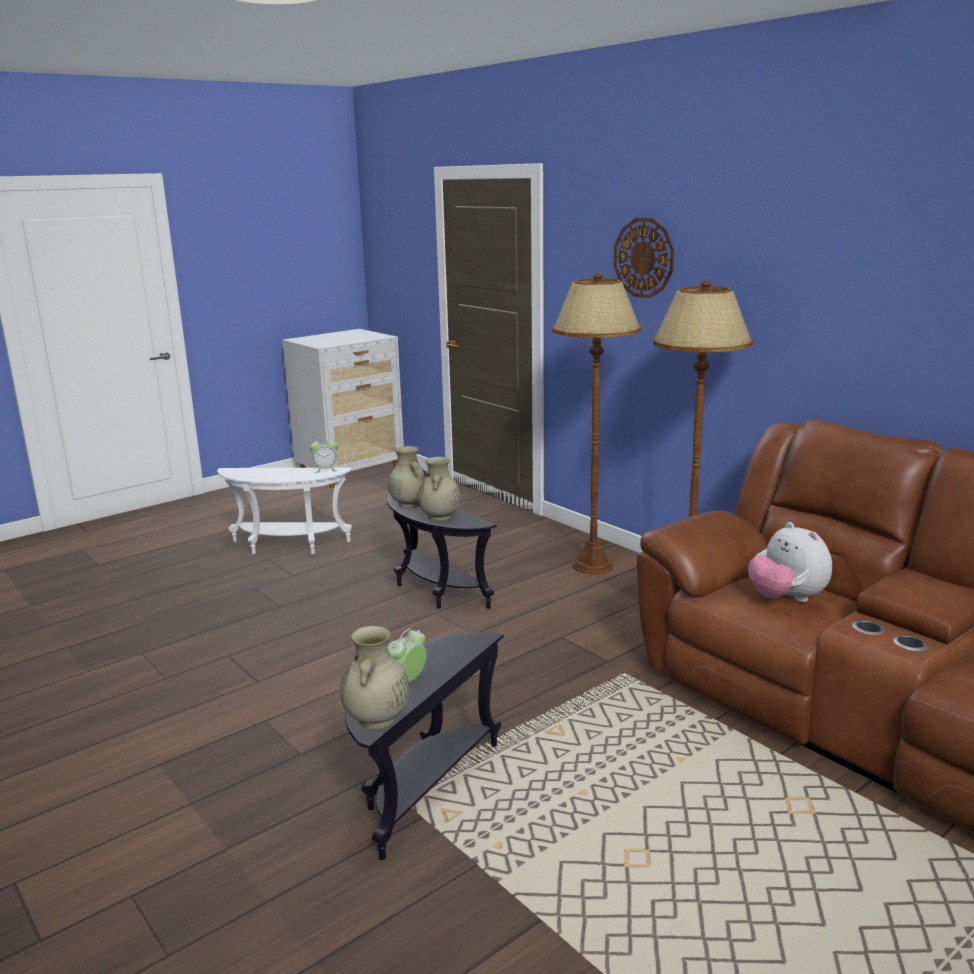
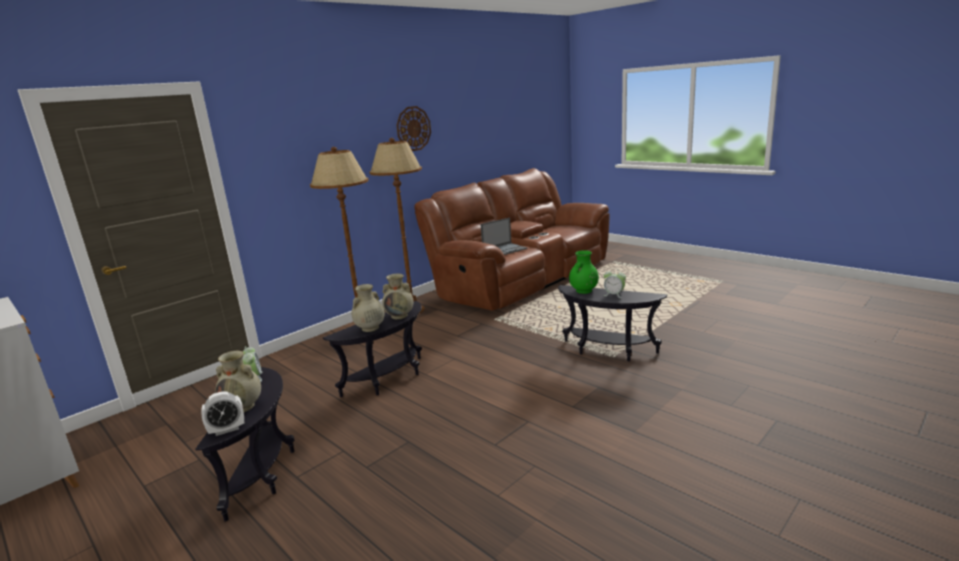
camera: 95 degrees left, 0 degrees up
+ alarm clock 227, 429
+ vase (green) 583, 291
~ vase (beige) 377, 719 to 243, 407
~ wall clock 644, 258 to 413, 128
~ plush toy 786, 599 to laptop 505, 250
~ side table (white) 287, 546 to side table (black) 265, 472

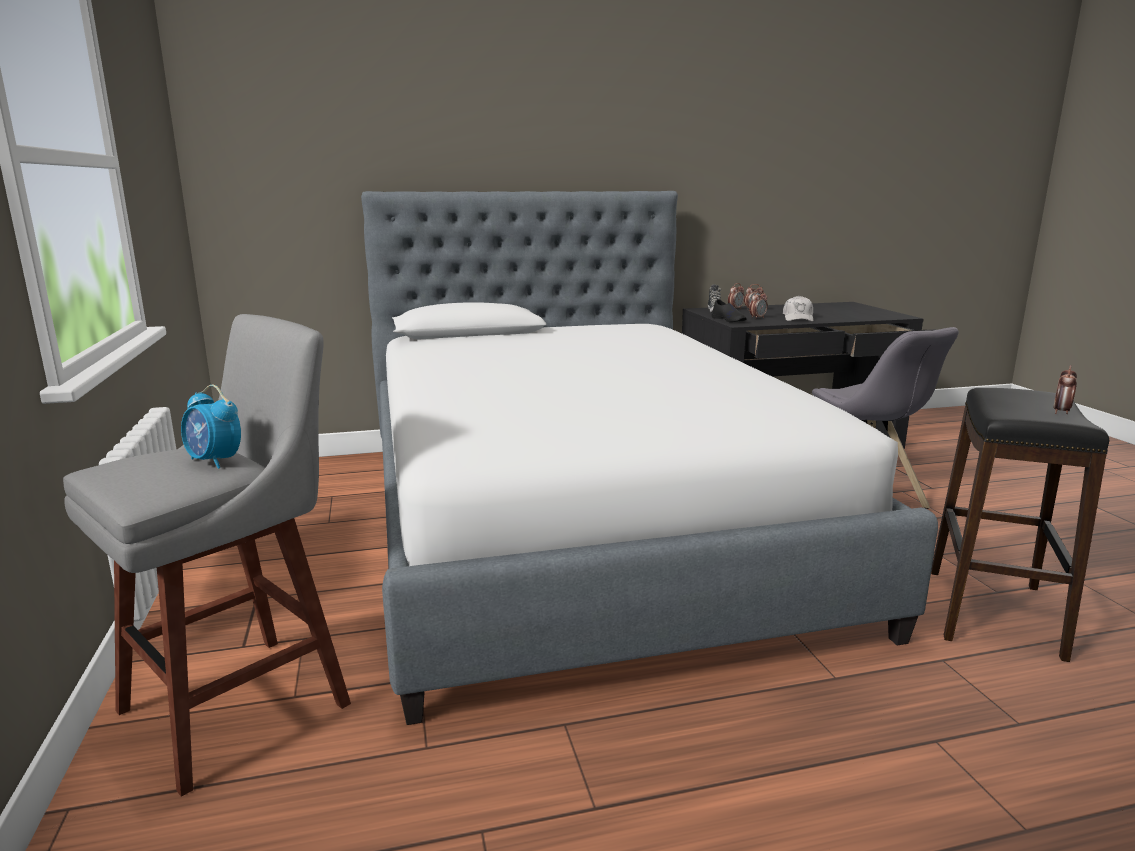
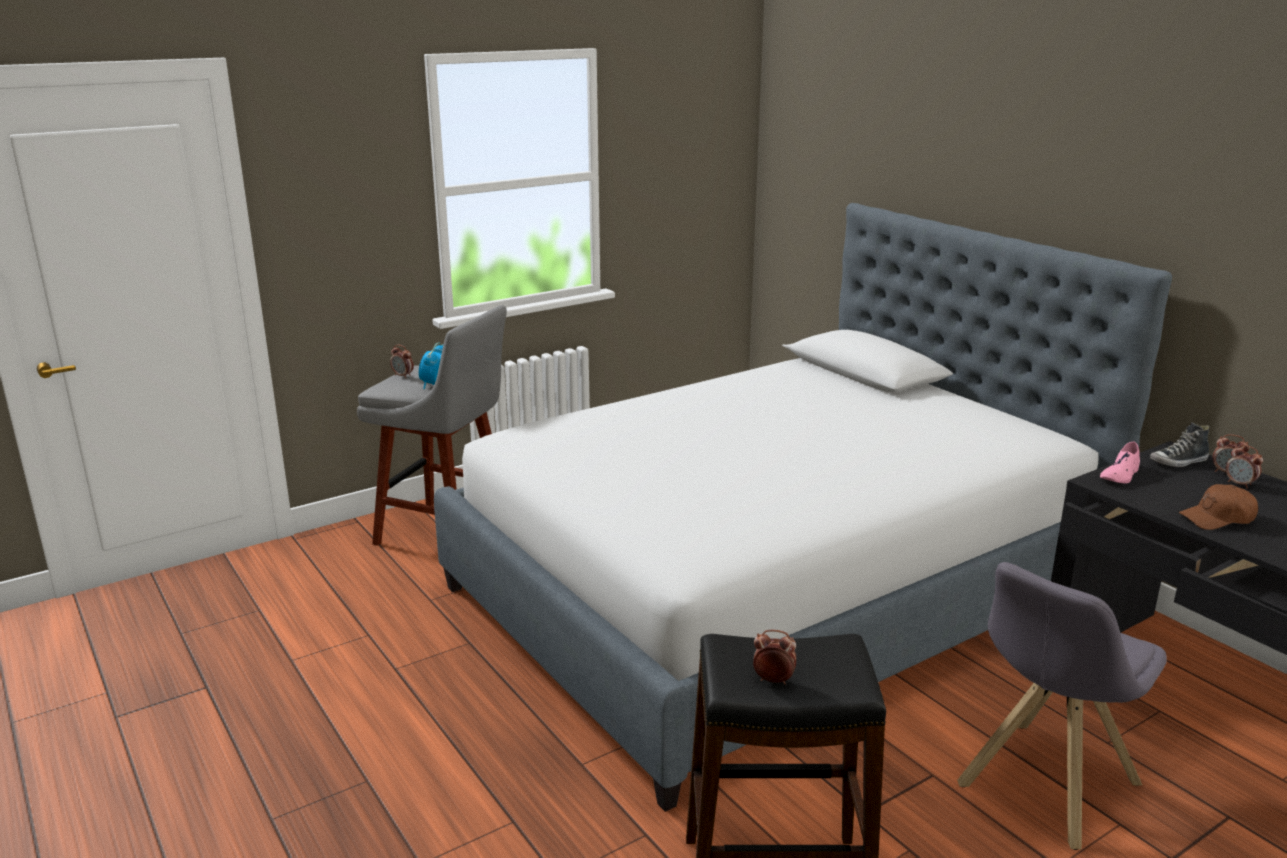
camera: 70 degrees right, 5 degrees up
~ alarm clock 757, 318 to 403, 376
~ shoe (black) 729, 320 to shoe (pink) 1120, 475
~ cap (white) 798, 318 to cap (brown) 1218, 518

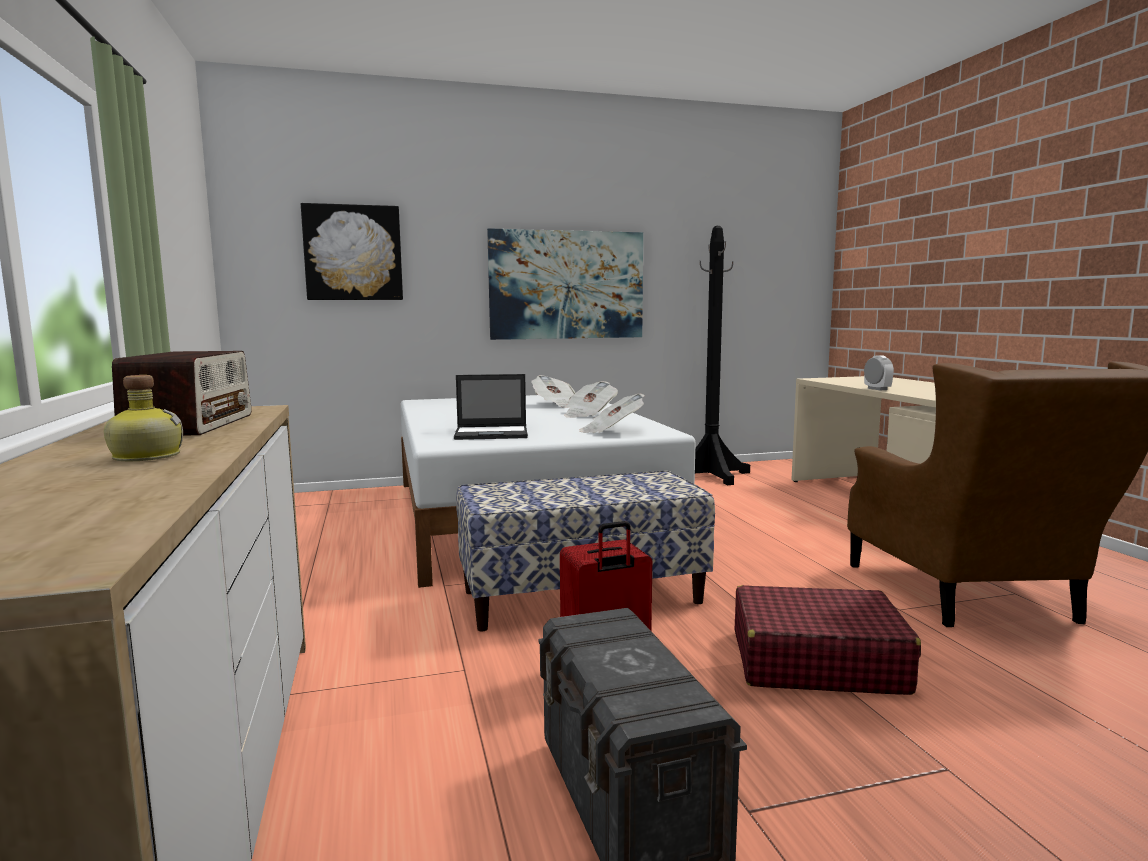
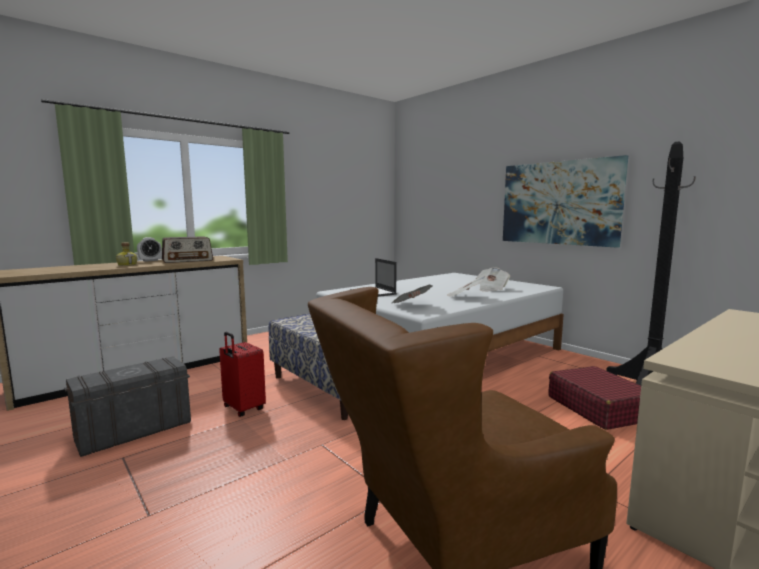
camera: 65 degrees right, 0 degrees up
- picture 353, 253
~ suitcase (red) 816, 661 to 598, 408
~ alarm clock 877, 389 to 150, 260

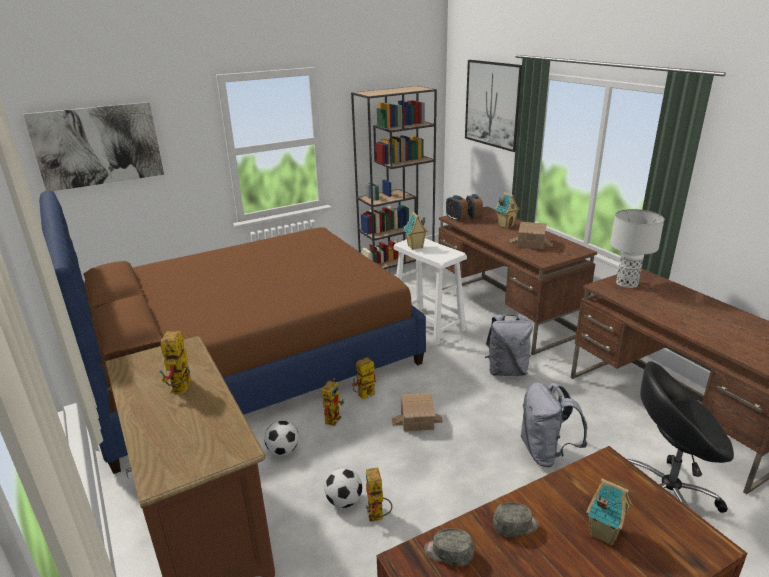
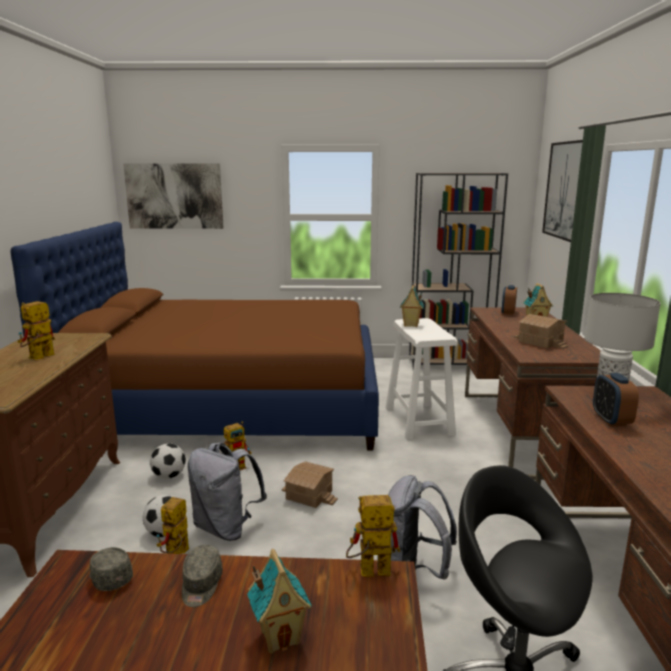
camera: 30 degrees right, 10 degrees down
~ toy robot 364, 396 to 368, 572
~ alarm clock 456, 219 to 611, 420
~ backpack (grey) 506, 370 to 226, 528
~ cap (grey) 515, 526 = 201, 585 75 degrees clockwise

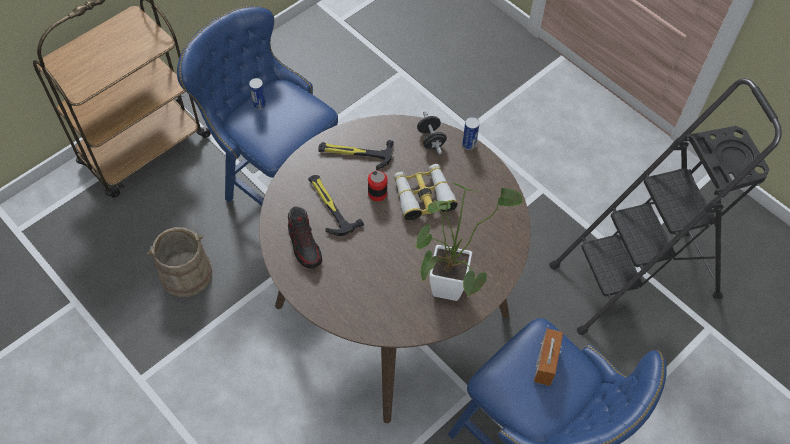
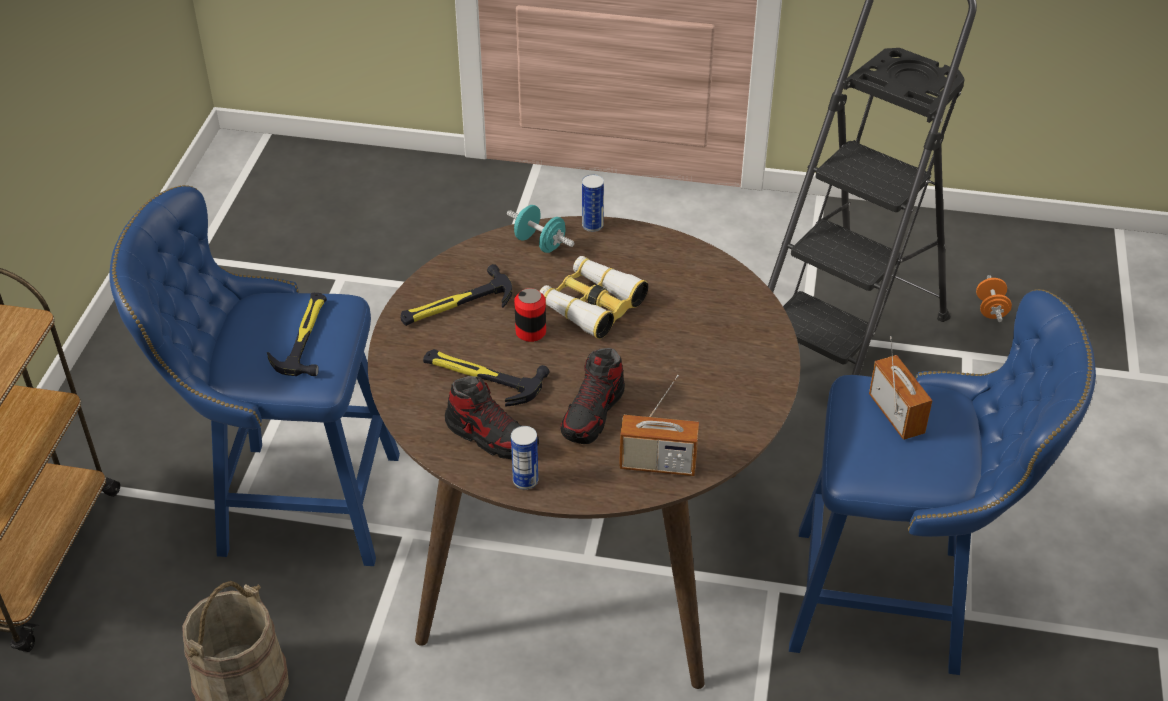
camera: 35 degrees left, 15 degrees down
- potted plant 449, 281
+ hammer 304, 336
+ shoe 593, 413
+ radio 657, 464
+ dumbbell (orange) 991, 309
~ can 259, 105 to 525, 481
~ dumbbell (black) 431, 140 to dumbbell (turquoise) 540, 243

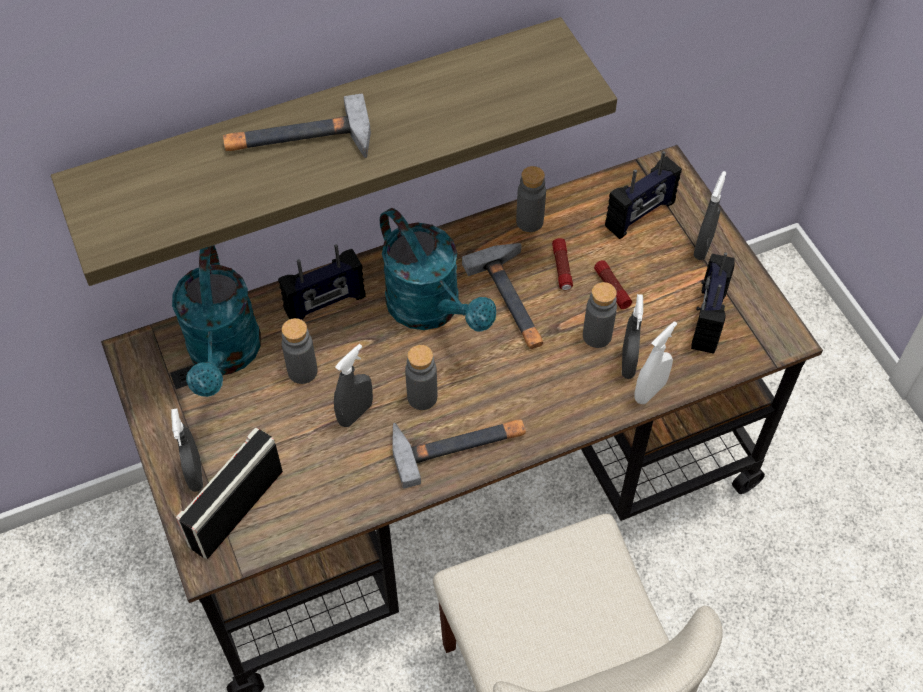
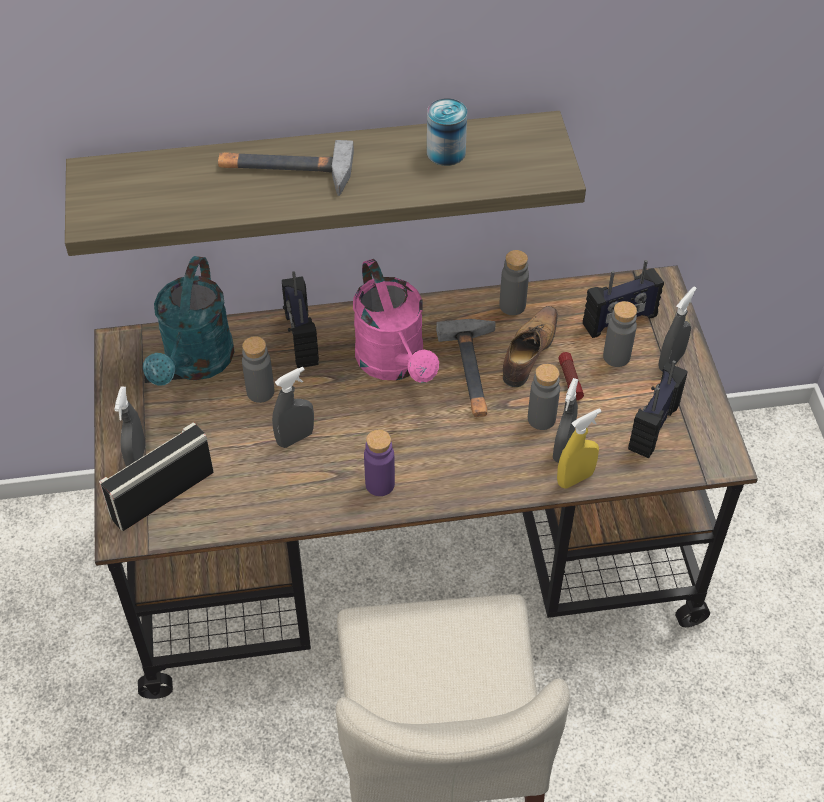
camera: 15 degrees right, 5 degrees down
+ can 446, 152
~ bottle (grey) 422, 397 to 616, 356
~ hammer 458, 443 to bottle (purple) 380, 484
~ flashlight 562, 268 to shoe 528, 353
~ watering can (turquoise) 432, 310 to watering can (pink) 395, 364
~ spray bottle (white) 650, 391 to spray bottle (yellow) 575, 478
~ radio 325, 304 = 300, 339 90 degrees clockwise

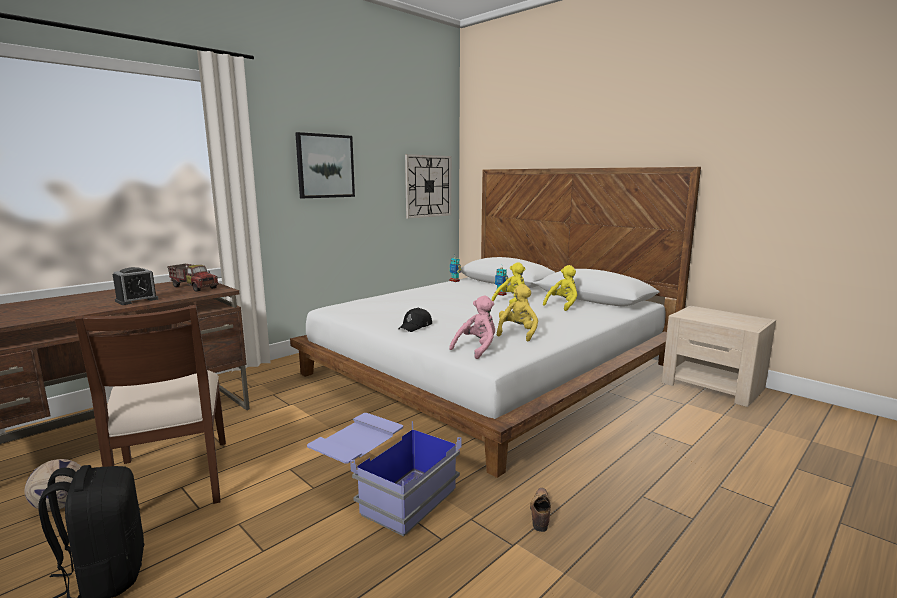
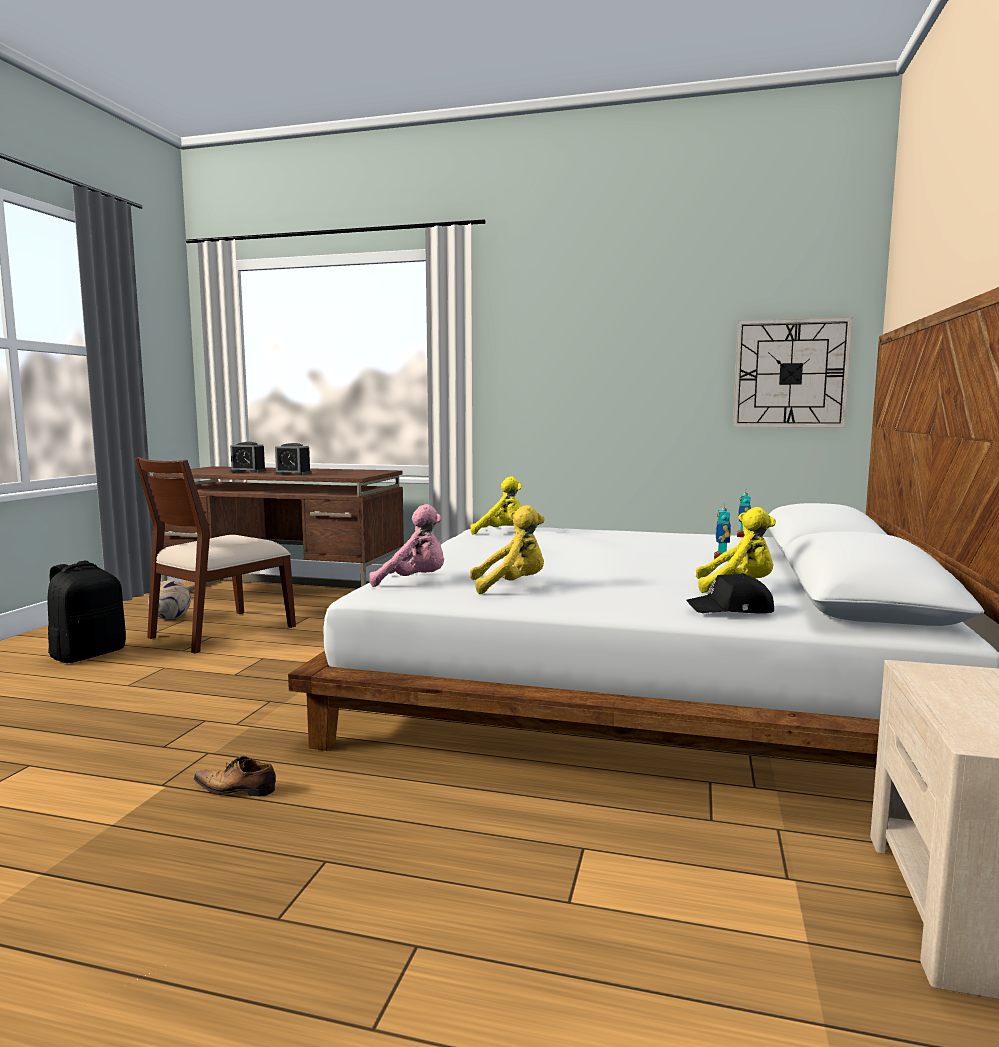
camera: 60 degrees right, 5 degrees down
- toy truck 194, 287
- picture 325, 166
- storage box (blue) 384, 491
+ alarm clock 248, 471
~ cap (black) 416, 326 to 732, 610
~ plush toy (yellow) 512, 301 to 501, 532
~ shoe 540, 513 = 236, 789 150 degrees counterclockwise

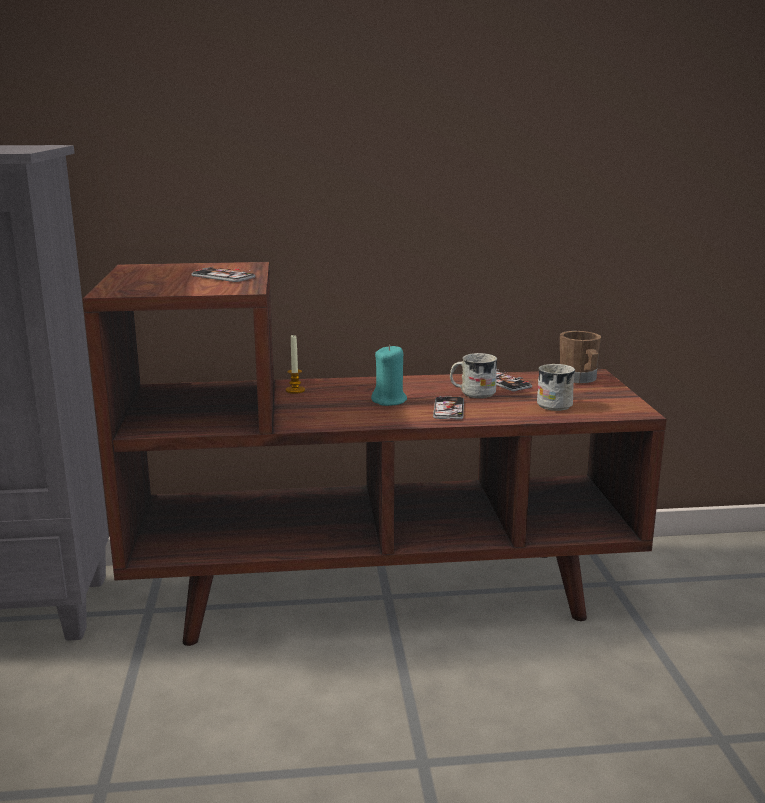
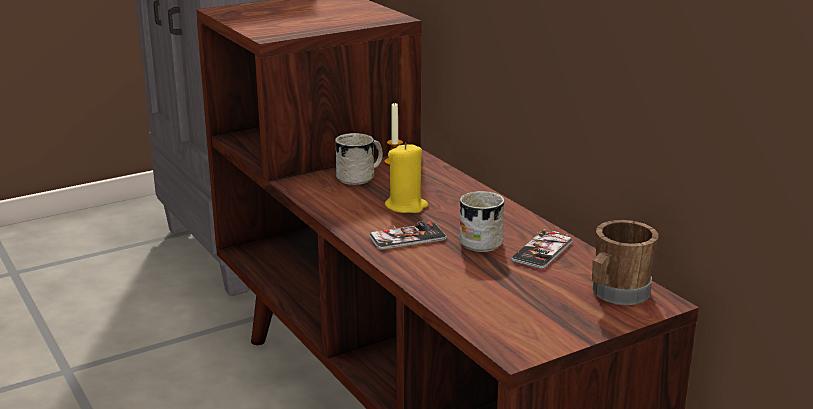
camera: 65 degrees right, 5 degrees up
- phone 223, 277
~ mug (white) 552, 404 to 361, 177
~ candle (turquoise) 389, 401 to candle (yellow) 406, 206

